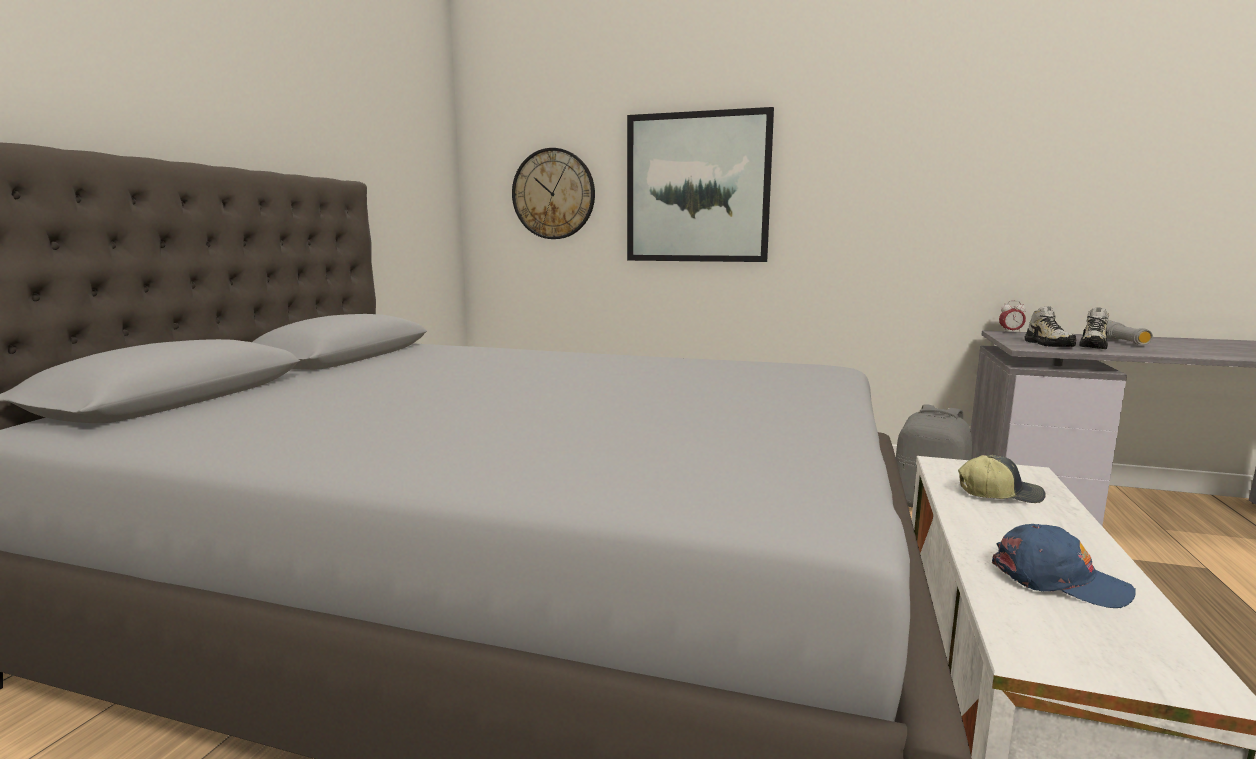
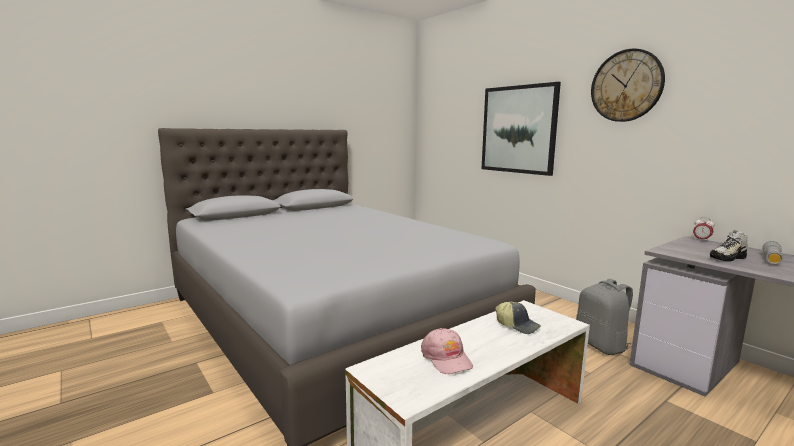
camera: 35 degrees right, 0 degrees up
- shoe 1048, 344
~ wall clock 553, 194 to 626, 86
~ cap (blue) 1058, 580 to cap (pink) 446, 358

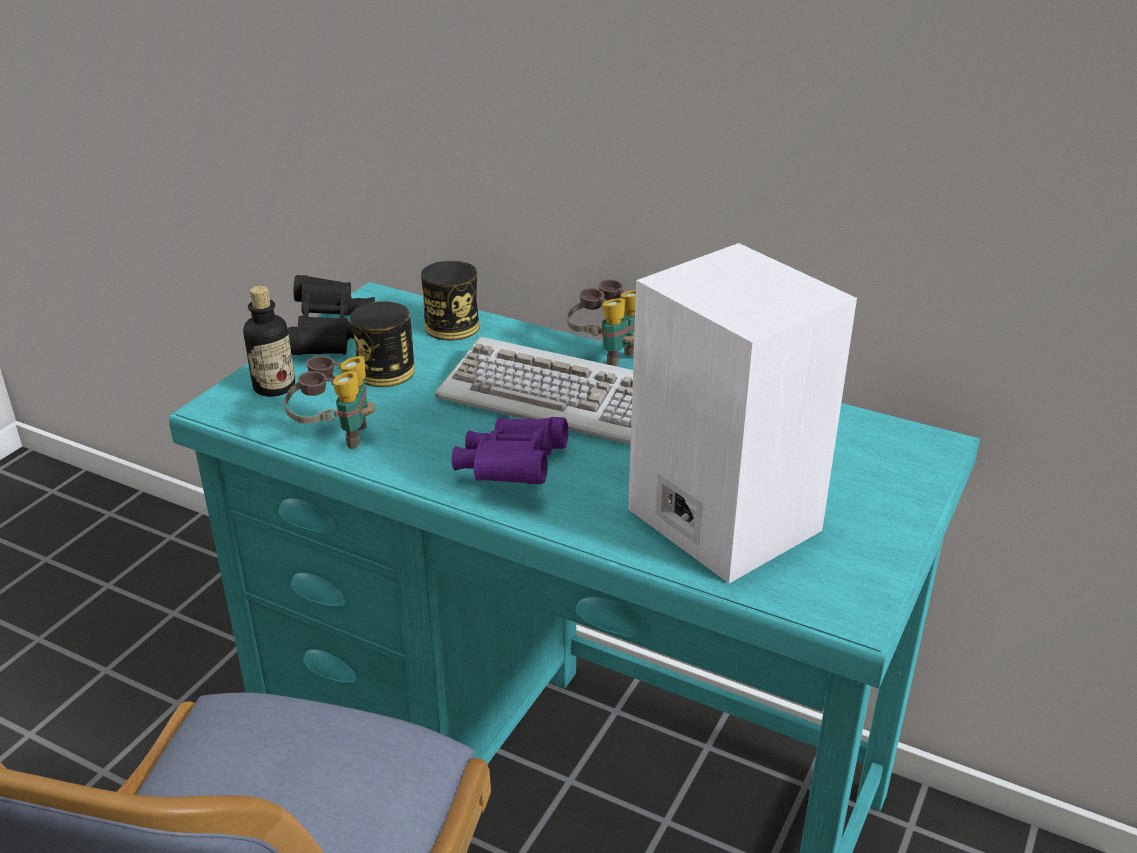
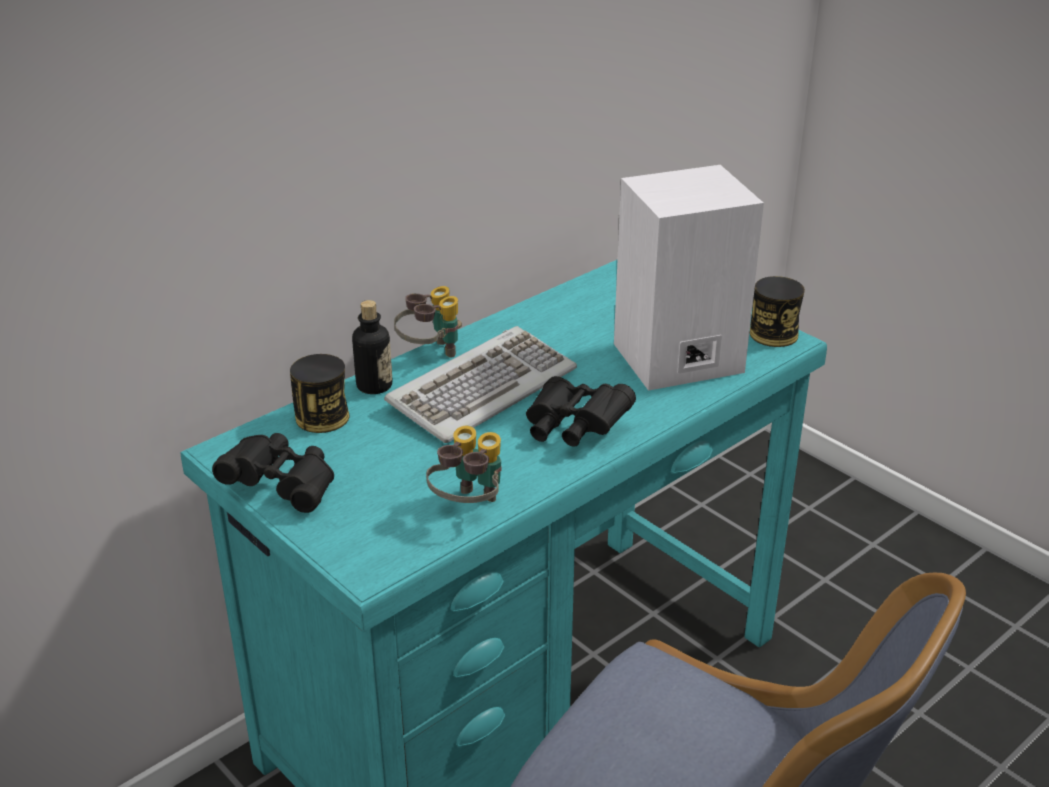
camera: 70 degrees left, 0 degrees up
~ bottle 274, 387 to 374, 385
~ can 385, 371 to 773, 334
~ binoculars (purple) 512, 470 to binoculars (black) 573, 428

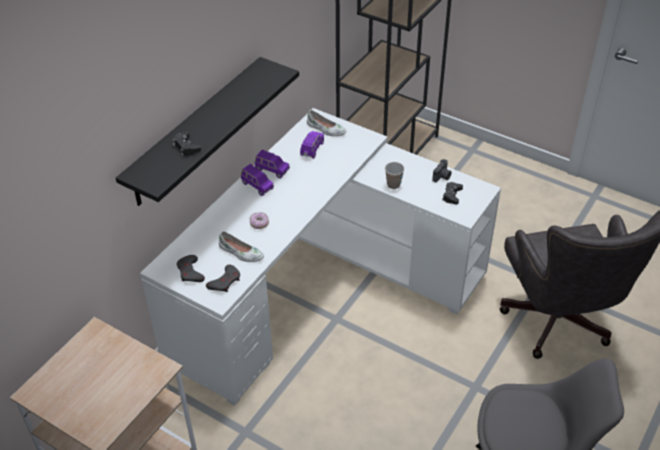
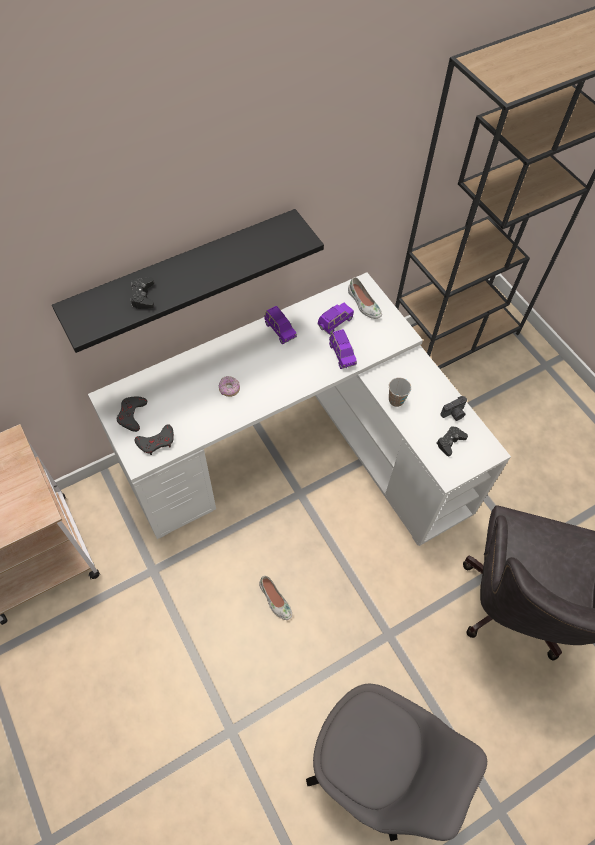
camera: 25 degrees right, 15 degrees up
~ shoe (white) 241, 253 to 275, 600
~ toy car (purple) 257, 186 to 342, 354

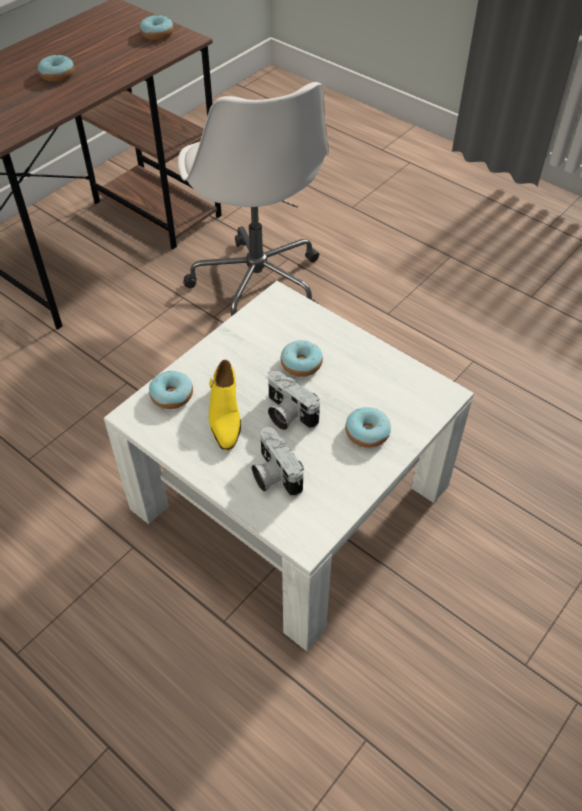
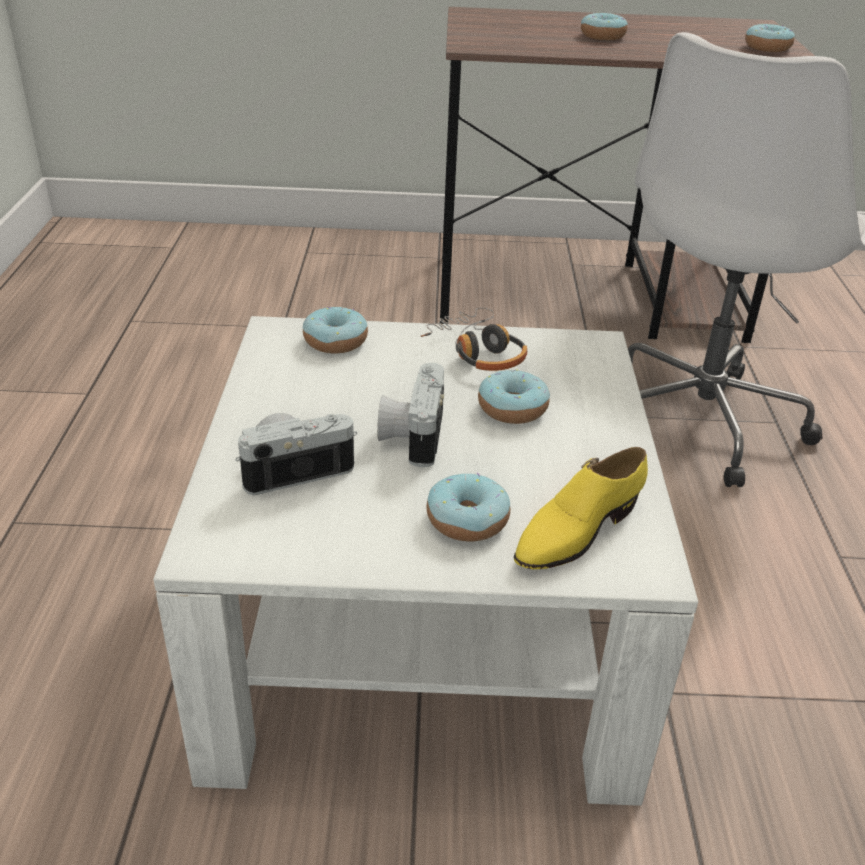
camera: 50 degrees right, 15 degrees down
+ headphones 477, 351
~ shoe (yellow) 225, 415 to 576, 530
~ photo camera 273, 475 = 295, 468 45 degrees clockwise

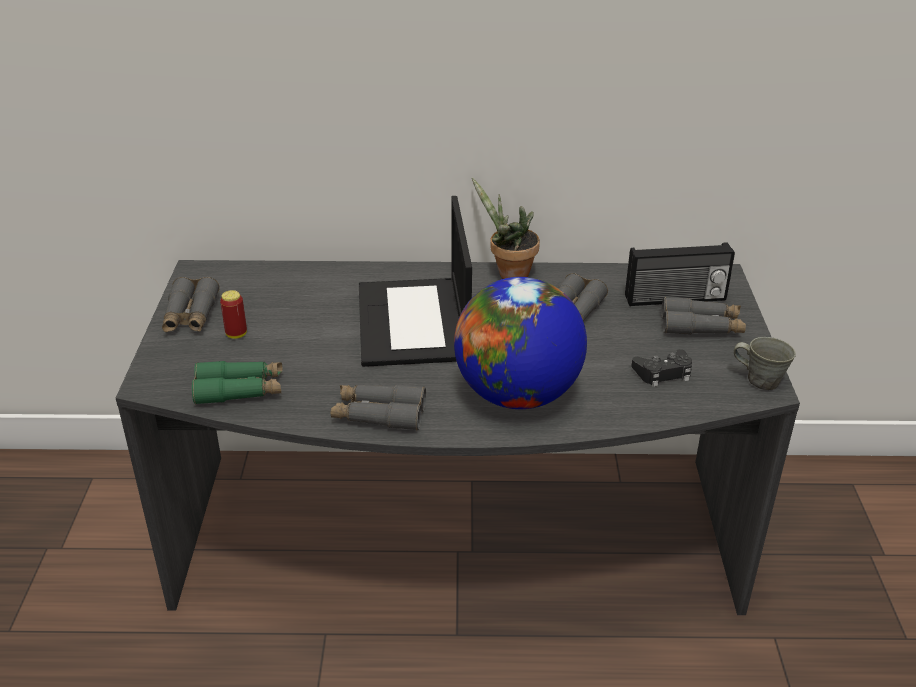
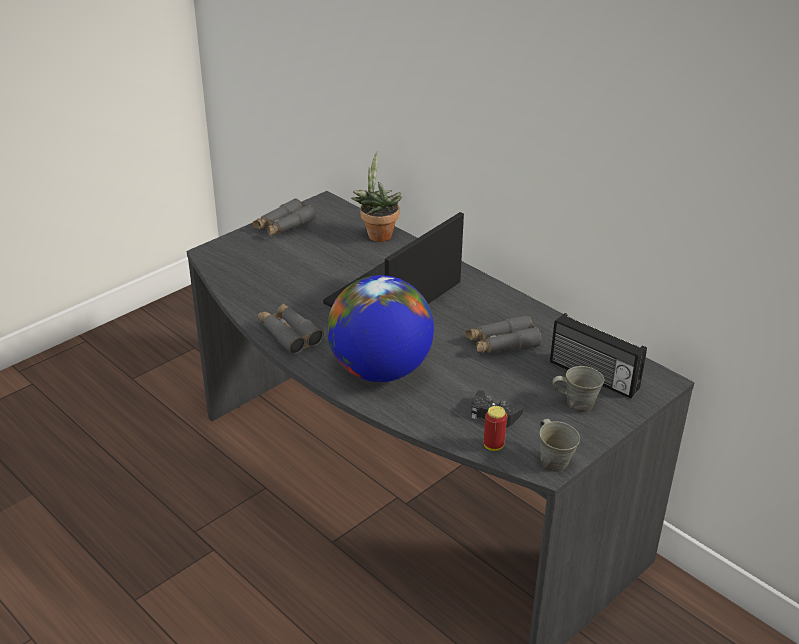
camera: 45 degrees right, 0 degrees up
- binoculars (green) 240, 390
~ can 236, 334 to 493, 445
~ potted plant 508, 273 to 377, 234
~ binoculars (grey) 701, 326 to mug (grey) 577, 403

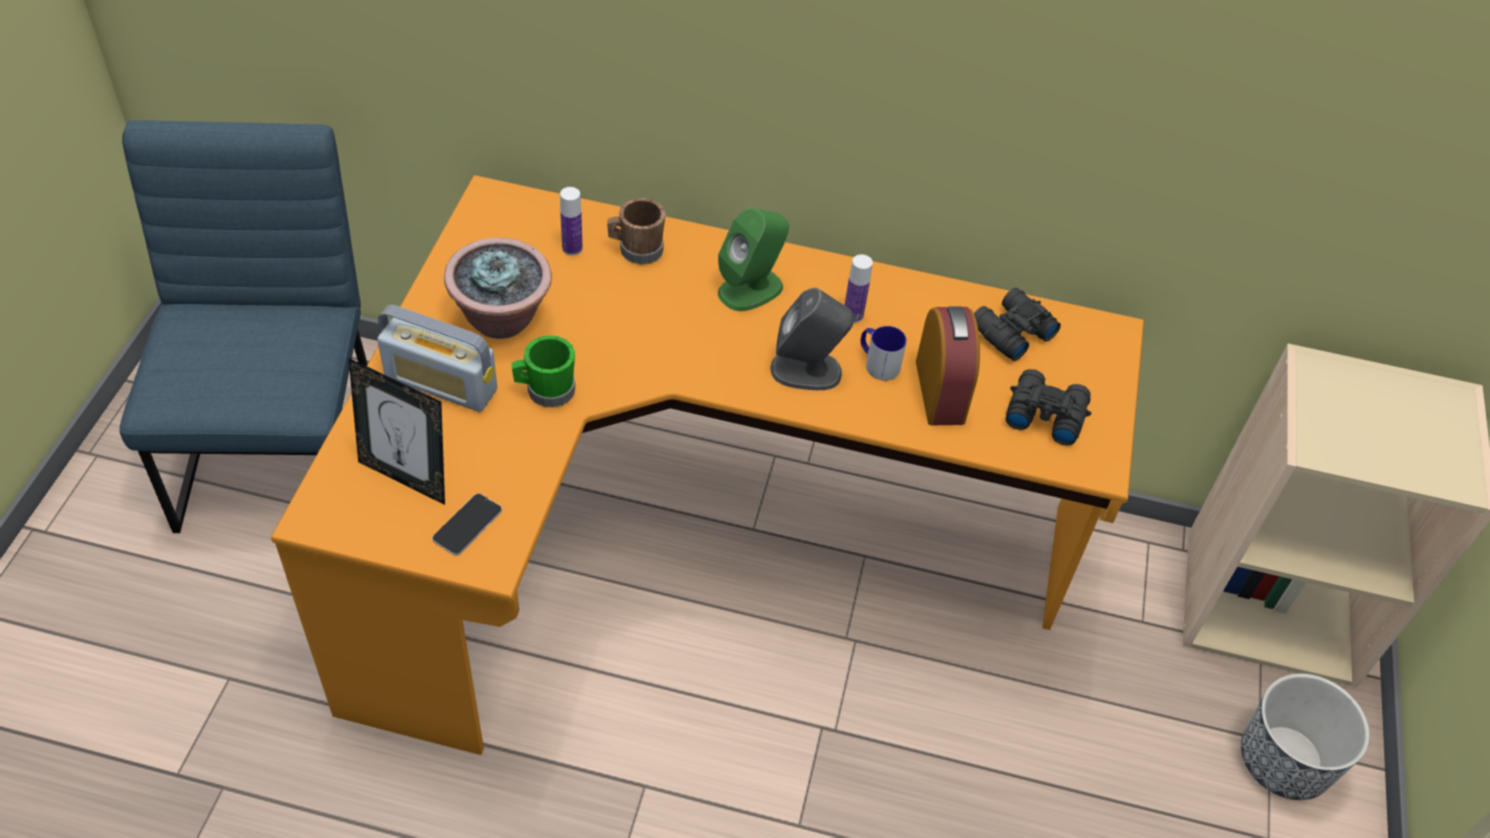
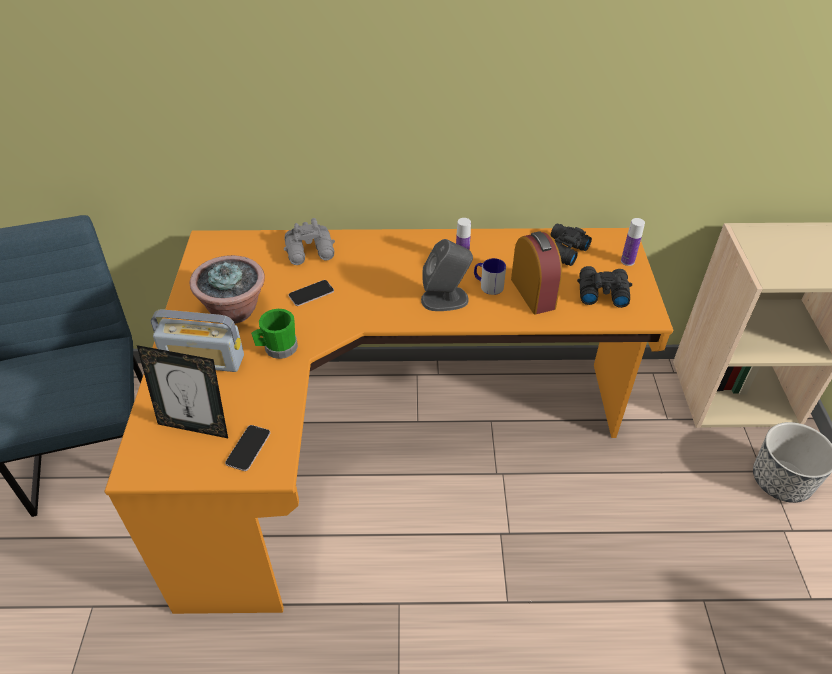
camera: 10 degrees left, 5 degrees down
- speaker (green) 751, 289
+ phone 311, 293
~ bottle 572, 248 to 627, 261
~ mug (brown) 636, 249 to binoculars (grey) 311, 252

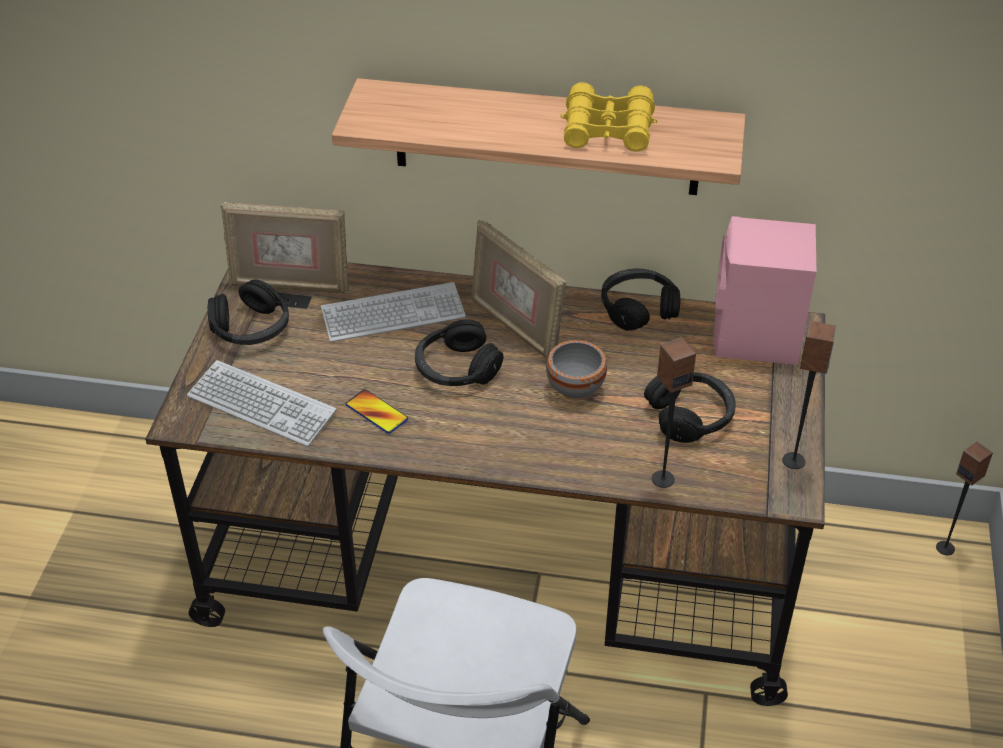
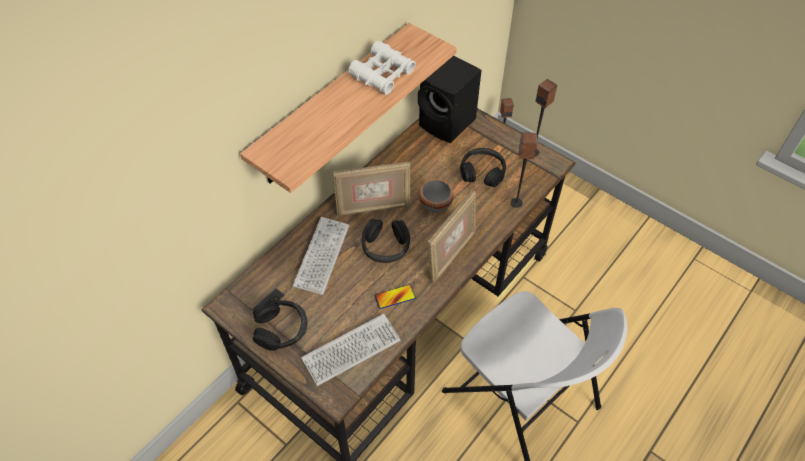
camera: 60 degrees left, 10 degrees up
- headphones (black) 638, 308
~ picture frame 290, 286 to 451, 255
~ binoculars (yellow) 608, 129 to binoculars (white) 383, 74
~ speaker (pink) 755, 339 to speaker (black) 448, 123

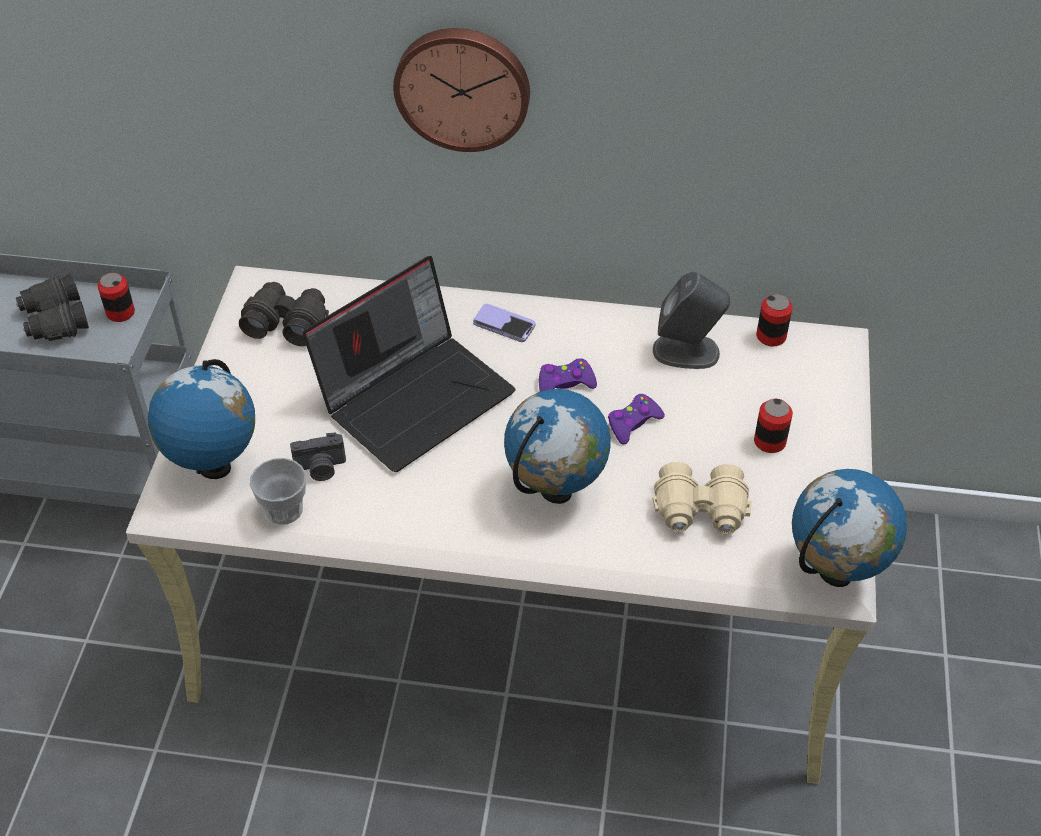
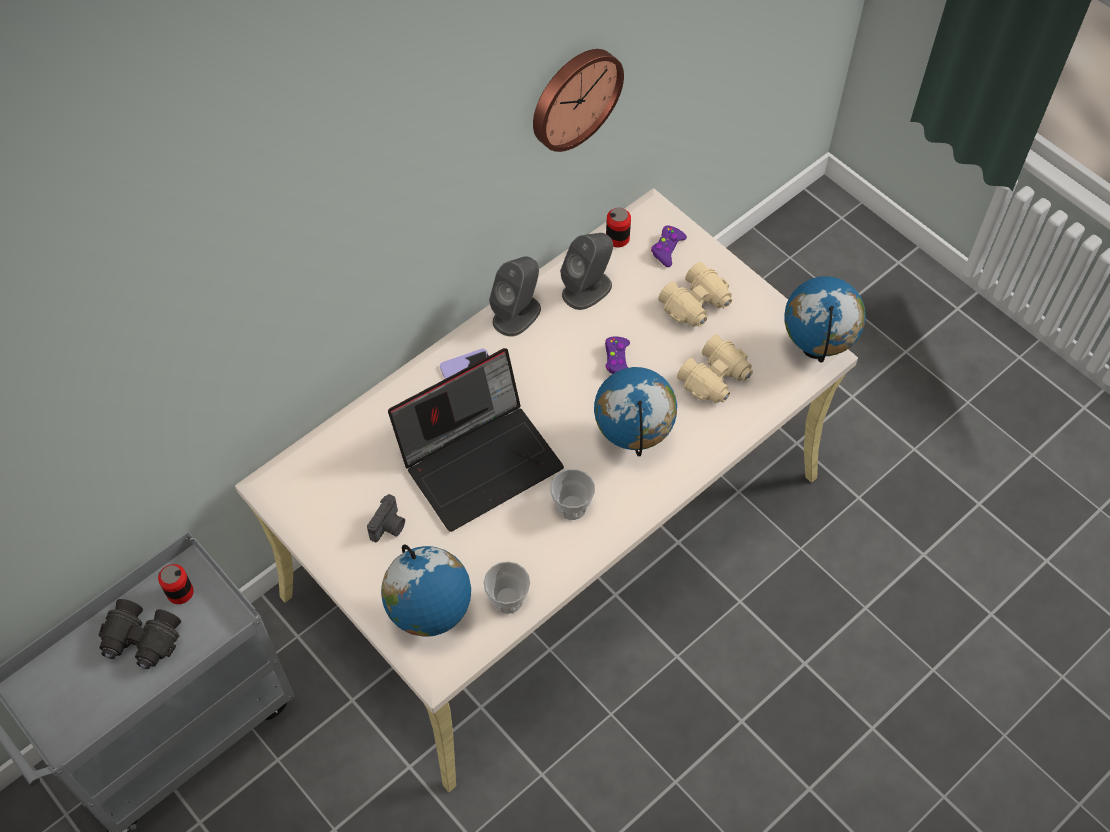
camera: 50 degrees left, 10 degrees up
- binoculars (black) 287, 322
+ speaker (grey) 517, 314
+ cup 572, 506
~ photo camera 321, 468 to 389, 527
~ wall clock 463, 86 to 574, 97
~ game controller (purple) 565, 383 to 667, 249
~ can 769, 441 to binoculars (beige) 696, 304
~ laptop 416, 396 = 481, 459 60 degrees clockwise

